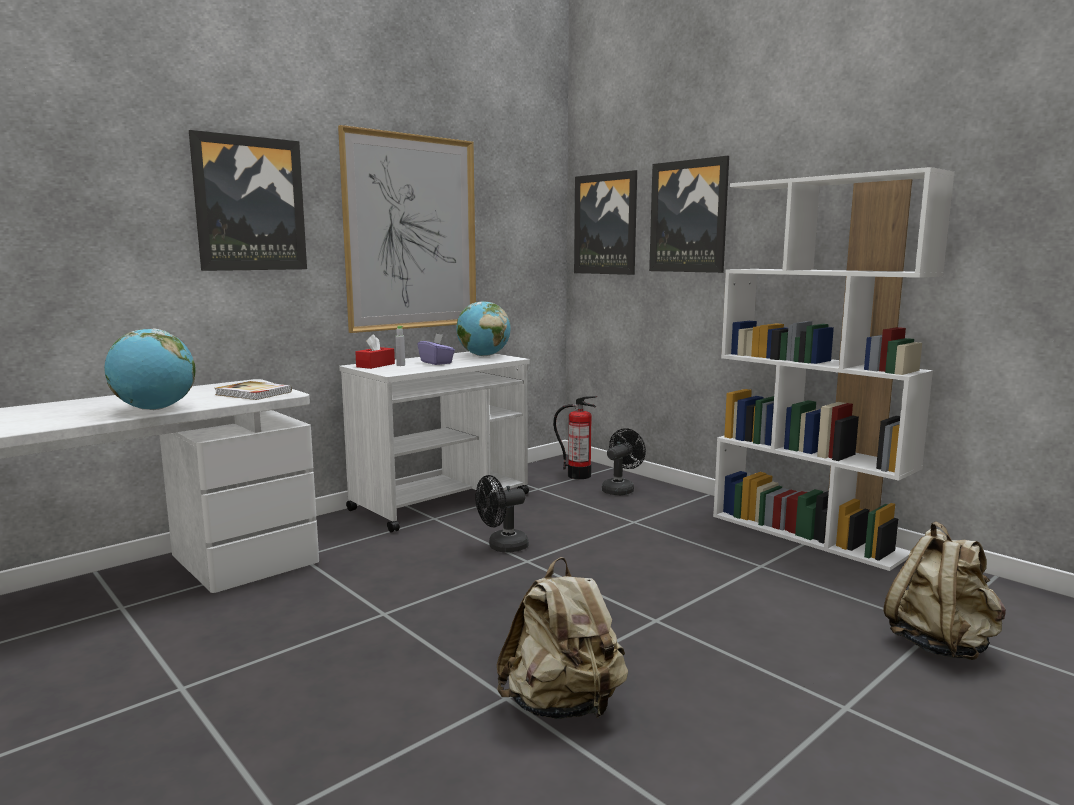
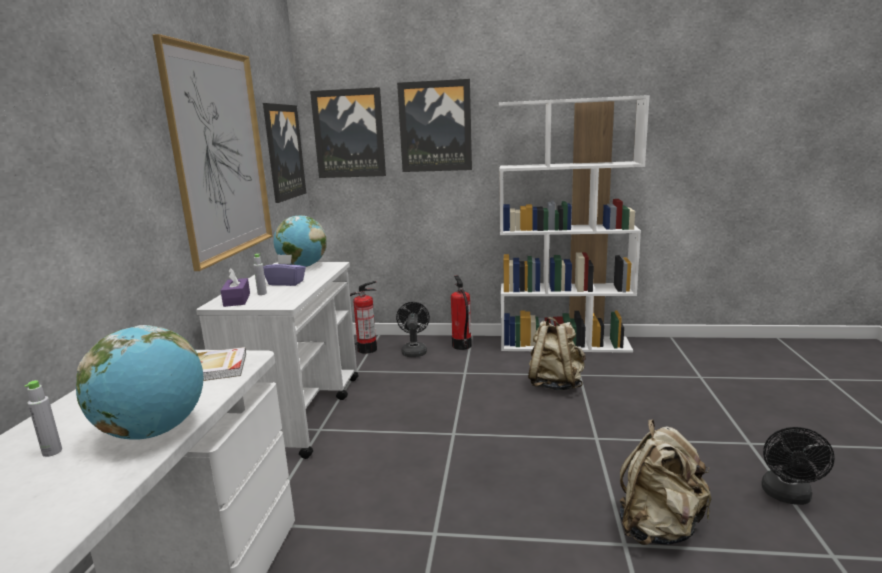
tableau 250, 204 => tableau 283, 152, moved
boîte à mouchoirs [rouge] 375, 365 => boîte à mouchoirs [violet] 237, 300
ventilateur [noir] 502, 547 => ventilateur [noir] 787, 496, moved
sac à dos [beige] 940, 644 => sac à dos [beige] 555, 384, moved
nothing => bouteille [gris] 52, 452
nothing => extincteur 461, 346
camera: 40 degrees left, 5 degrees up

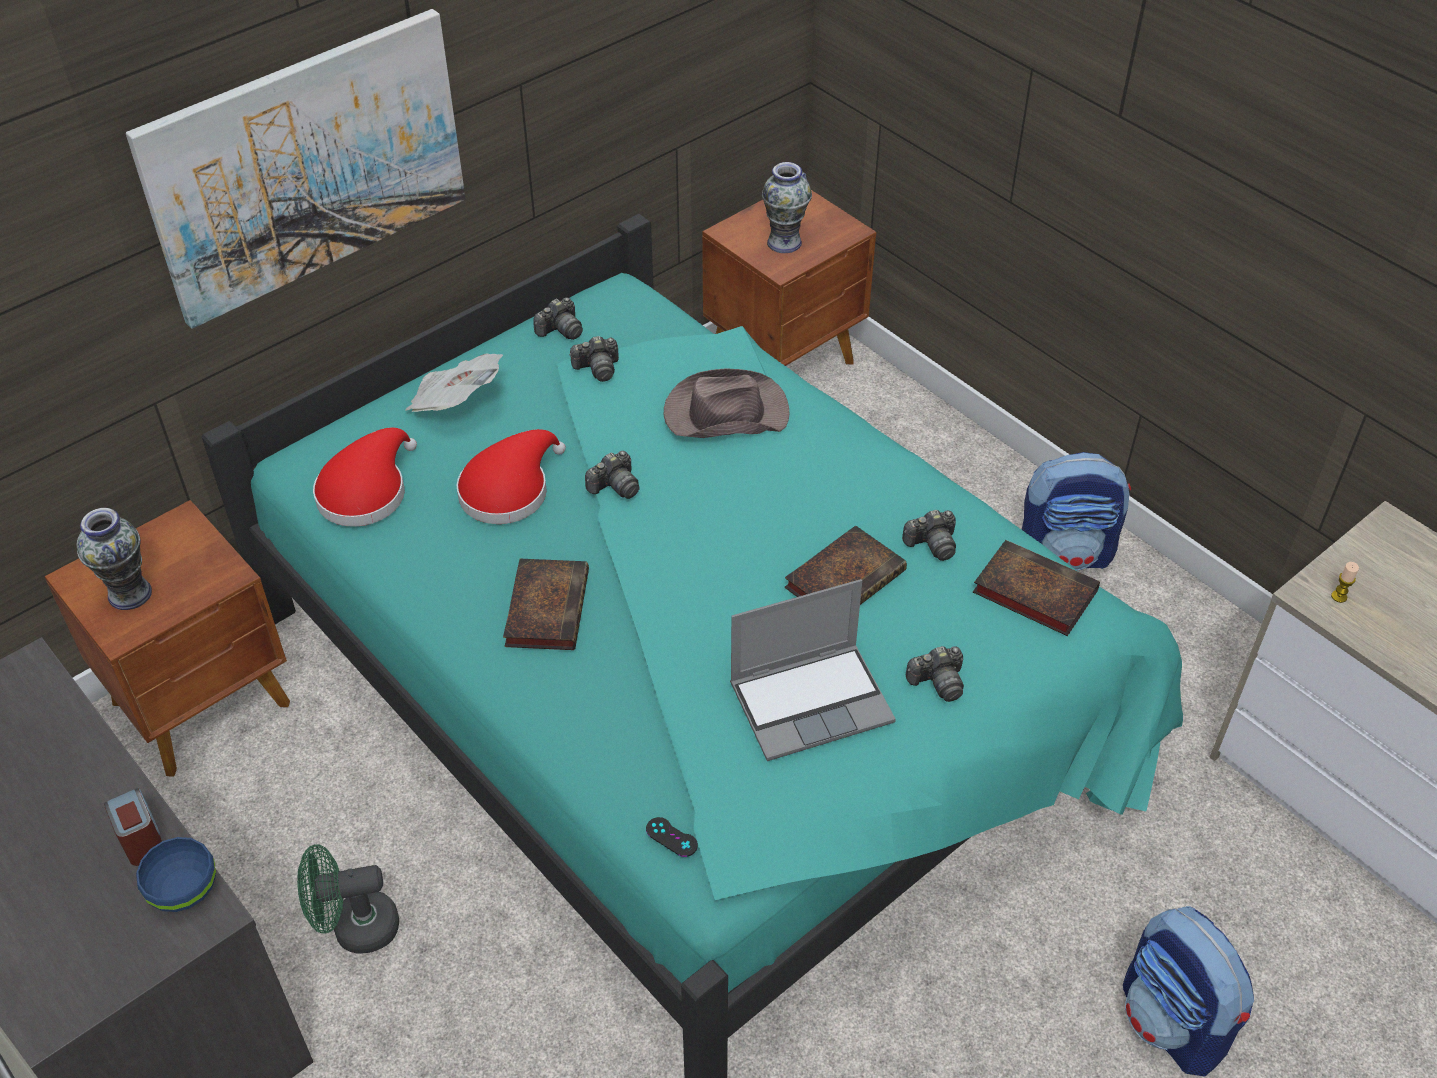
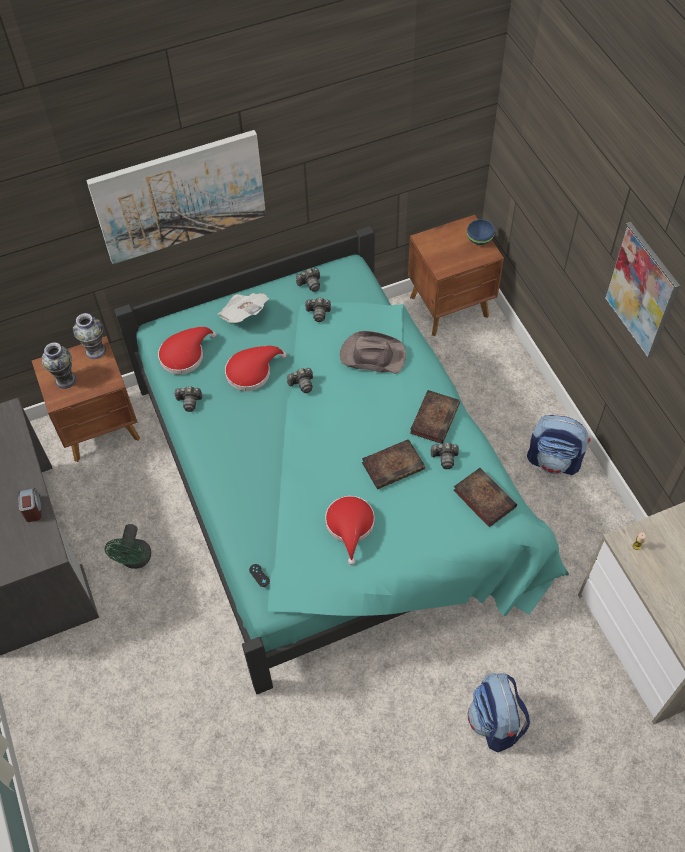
bol [bleu] 185, 889 => bol [bleu] 480, 239, moved
ventilateur [vert] 355, 928 => ventilateur [vert] 135, 560, 90 degrees counterclockwise
livre 546, 607 => livre 434, 417, moved
ordinateur portable 812, 701 => chapeau [rouge] 350, 526
vase 784, 242 => vase 95, 350, moved
appareil photo 937, 682 => appareil photo 189, 401, moved
nothing => tableau 641, 291
camera: 20 degrees right, 10 degrees up

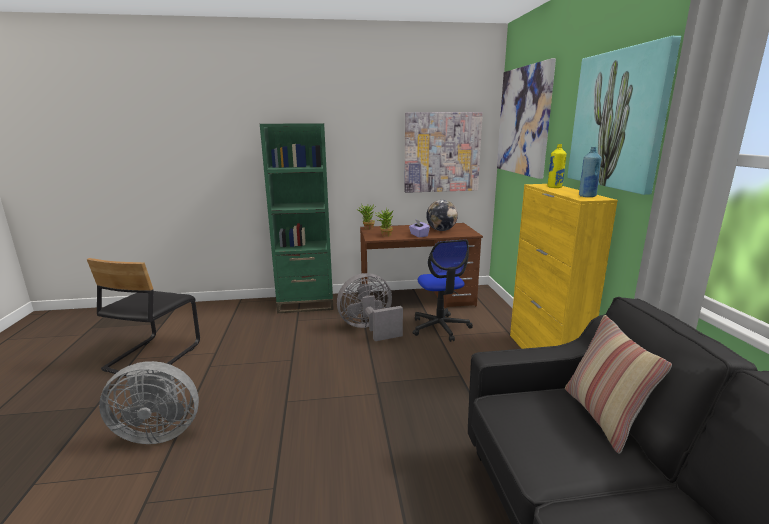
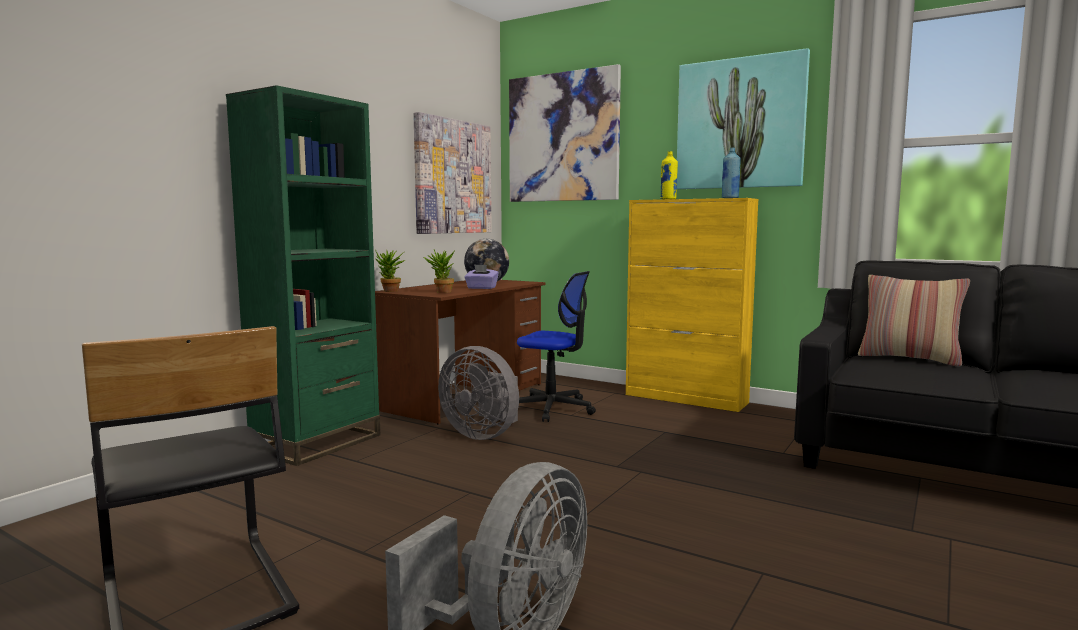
ventilateur [gris] 369, 329 => ventilateur [gris] 483, 434, 75 degrees counterclockwise
camera: 50 degrees left, 10 degrees down

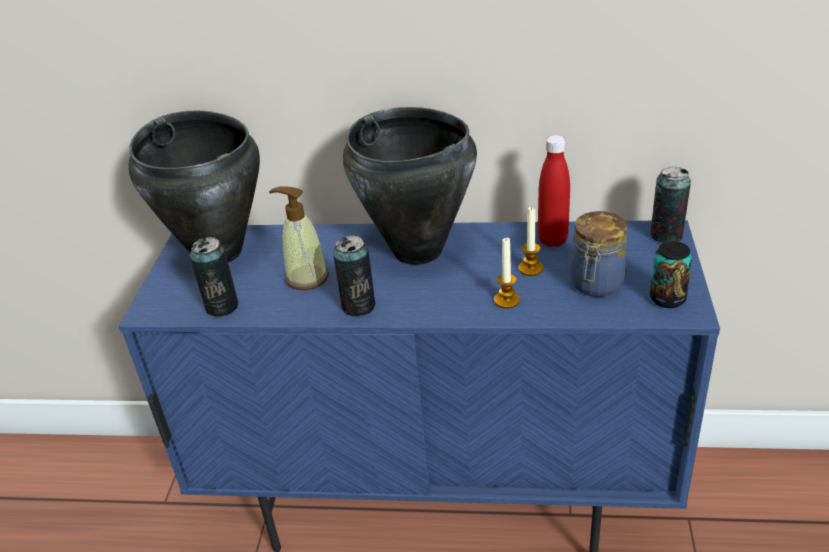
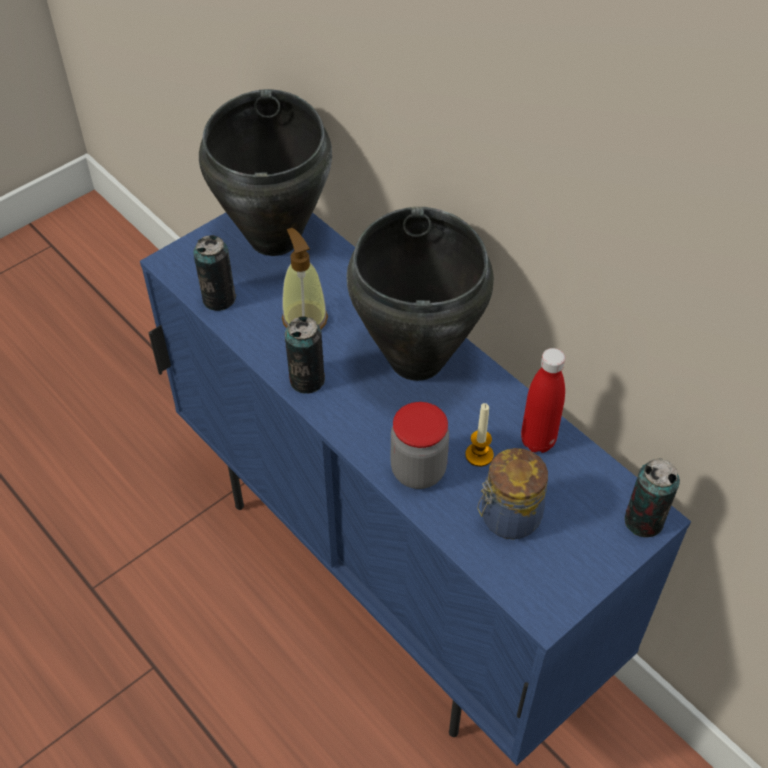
bougie 506, 300 => bocal 418, 470
boîte métallique 667, 299 => nothing
camera: 40 degrees right, 15 degrees up

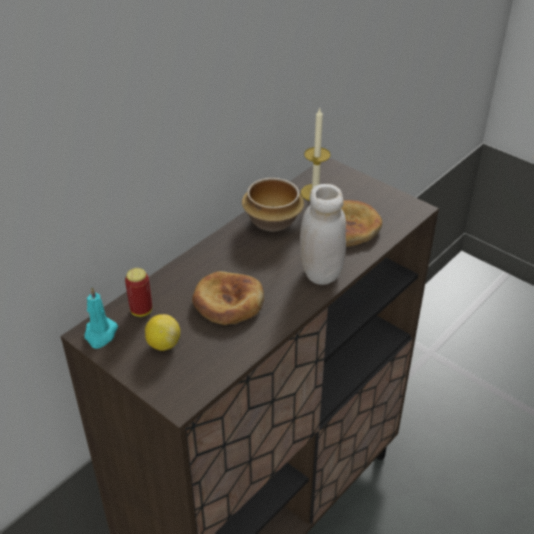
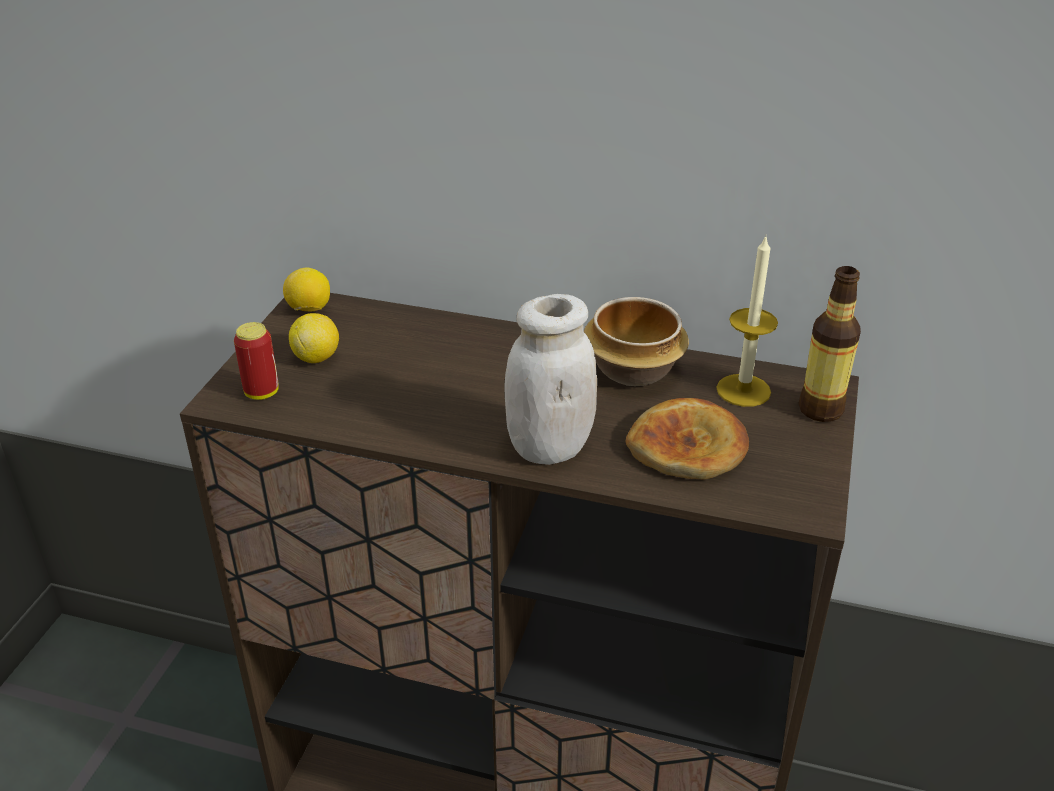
bougie [turquoise] 100, 334 => citron 309, 310
boîte métallique 141, 310 => boîte métallique 262, 392, moved
pain 228, 302 => nothing
nothing => bouteille 820, 409
camera: 65 degrees right, 5 degrees down

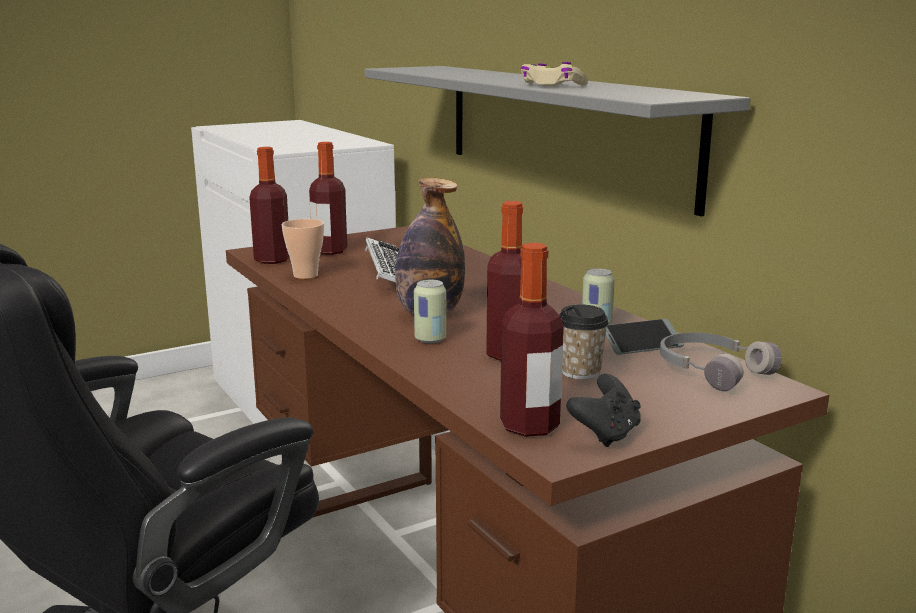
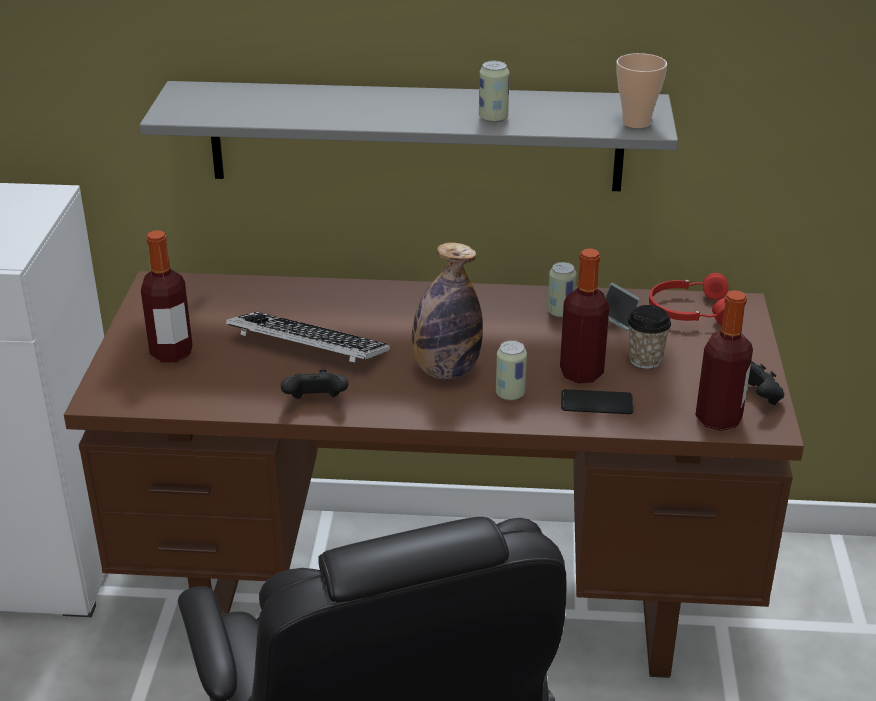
bouteille 272, 260 => nothing
tasse 305, 275 => tasse 636, 123, moved
manette [beige] 551, 85 => boîte métallique 493, 118
casque audio [gris] 711, 370 => casque audio [rouge] 690, 311
nothing => manette [noir] 316, 402
nothing => téléphone 596, 403
camera: 55 degrees left, 15 degrees up

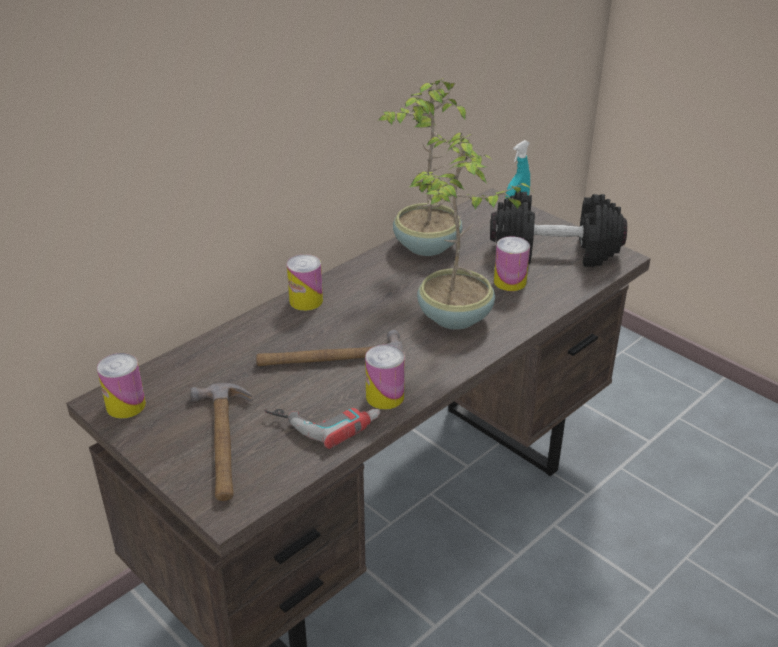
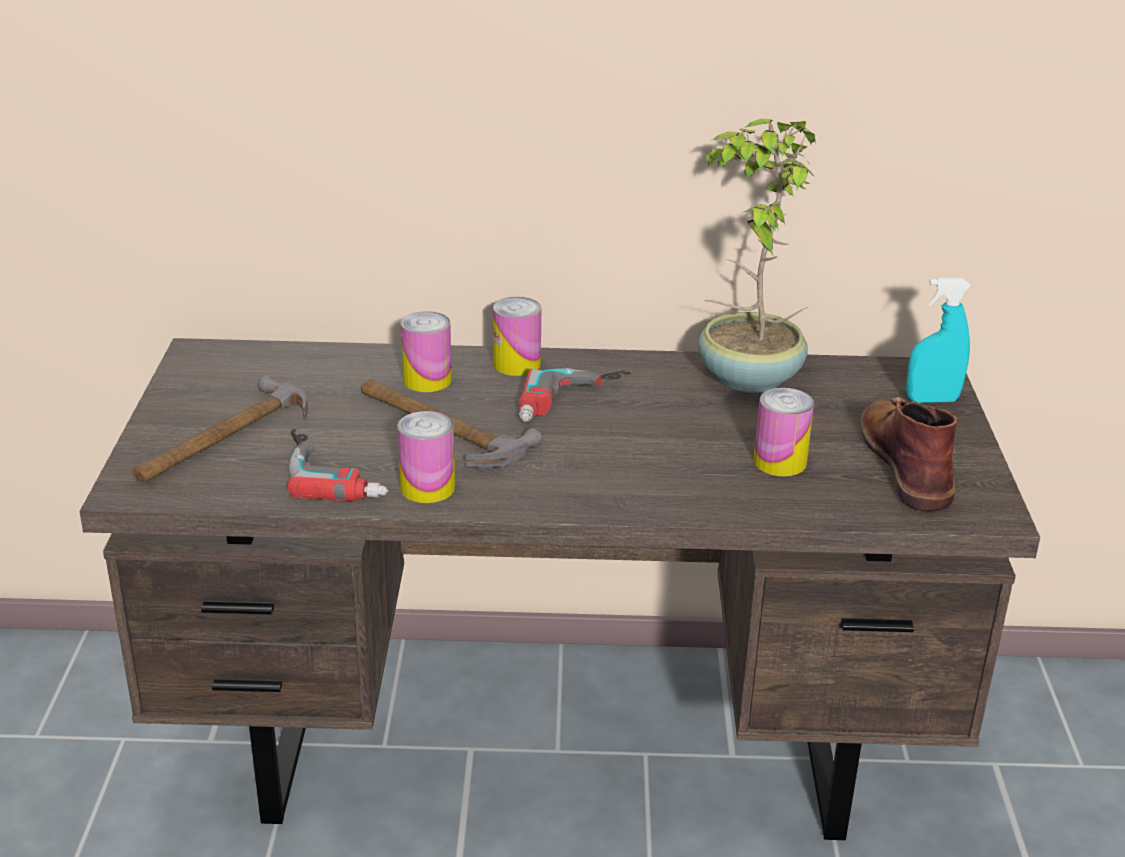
boîte métallique 126, 405 => boîte métallique 427, 380, moved
plante en pot 455, 318 => nothing
haltère [noir] 554, 251 => botte [marron] 906, 461
nothing => perceuse 574, 404
camera: 45 degrees right, 5 degrees down

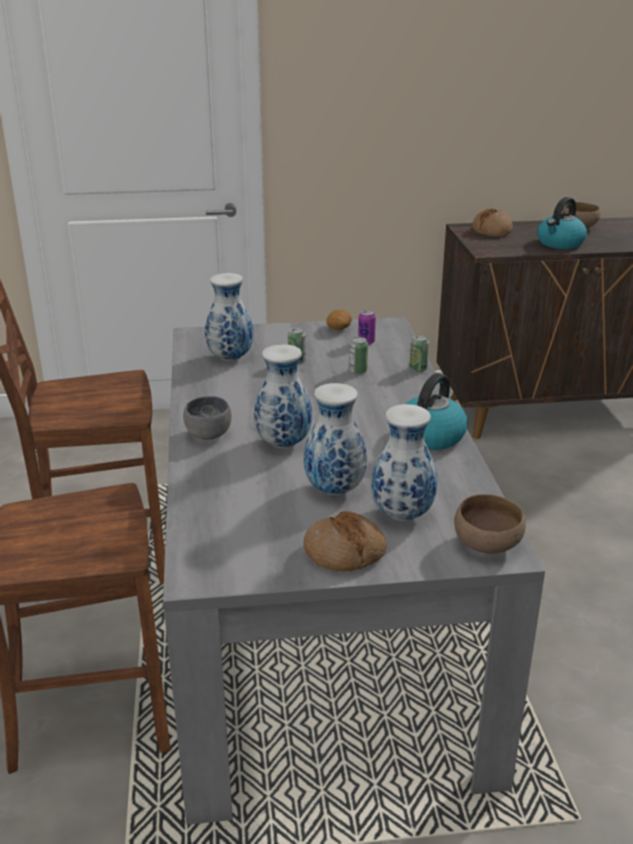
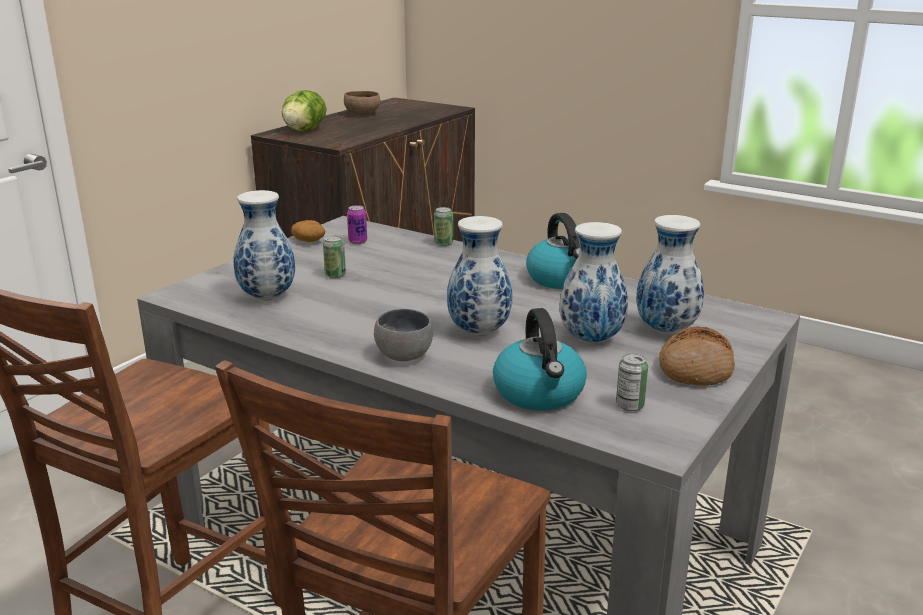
boîte métallique 358, 371 => boîte métallique 630, 406, moved
bol [marron] 488, 545 => nothing
pain 492, 231 => laitue 304, 131
bouilloire 560, 243 => bouilloire 539, 393, moved
camera: 50 degrees left, 5 degrees down

